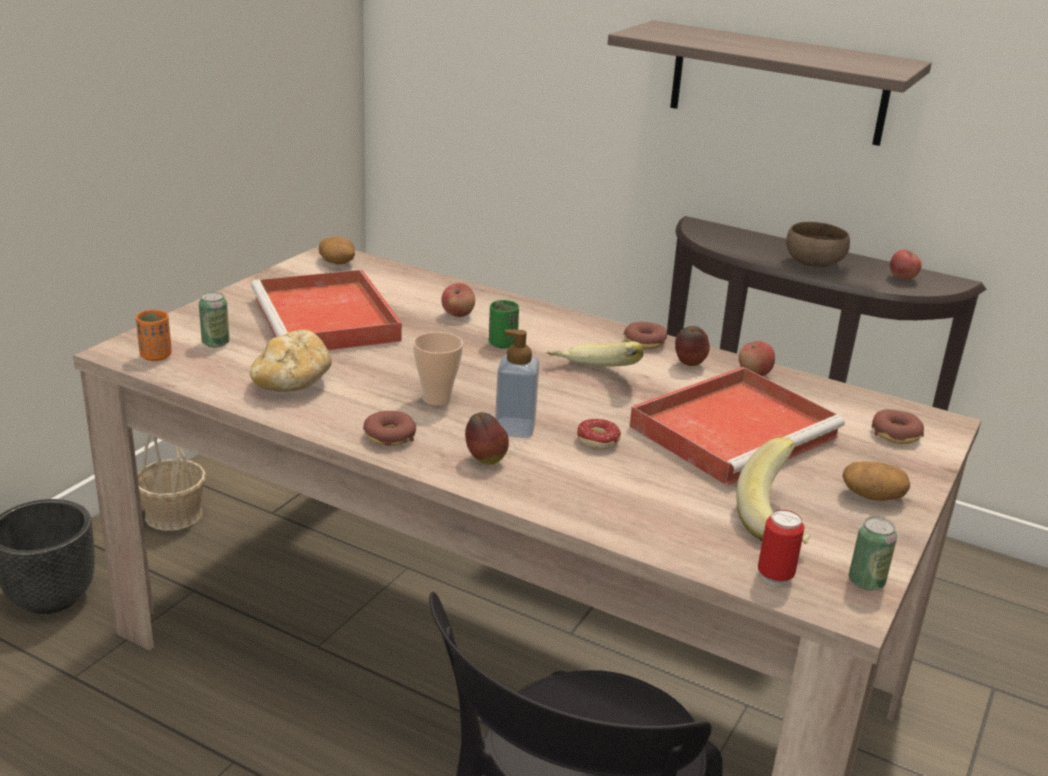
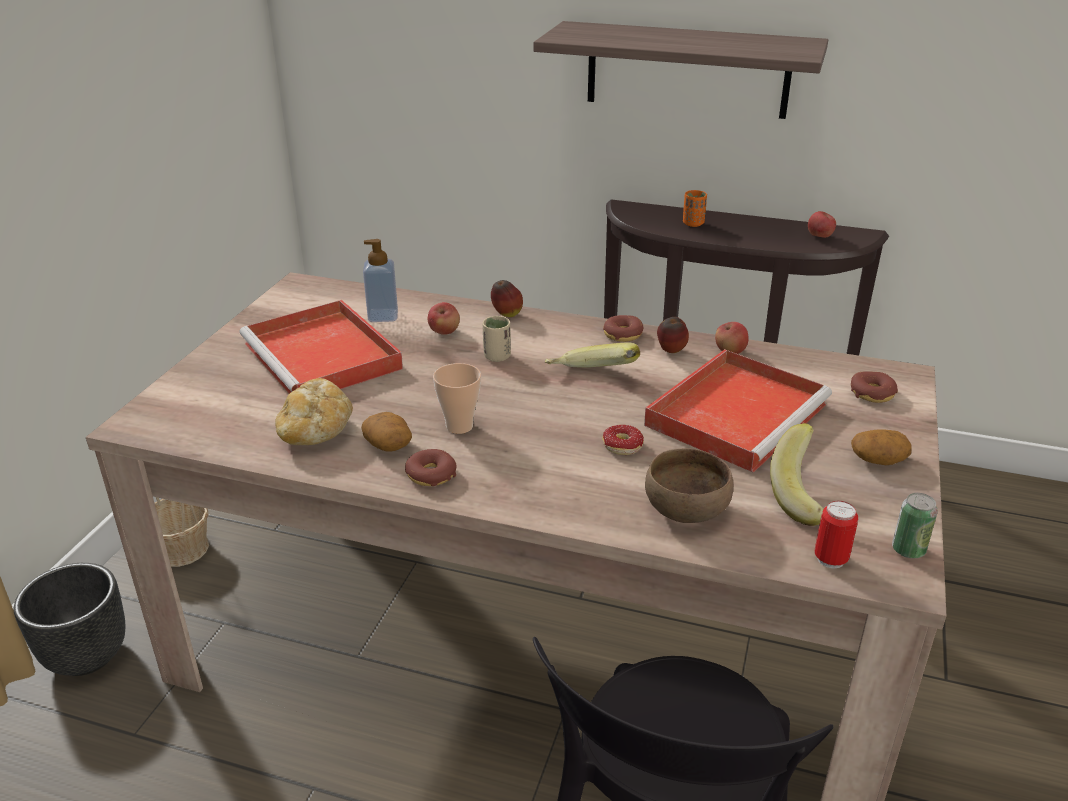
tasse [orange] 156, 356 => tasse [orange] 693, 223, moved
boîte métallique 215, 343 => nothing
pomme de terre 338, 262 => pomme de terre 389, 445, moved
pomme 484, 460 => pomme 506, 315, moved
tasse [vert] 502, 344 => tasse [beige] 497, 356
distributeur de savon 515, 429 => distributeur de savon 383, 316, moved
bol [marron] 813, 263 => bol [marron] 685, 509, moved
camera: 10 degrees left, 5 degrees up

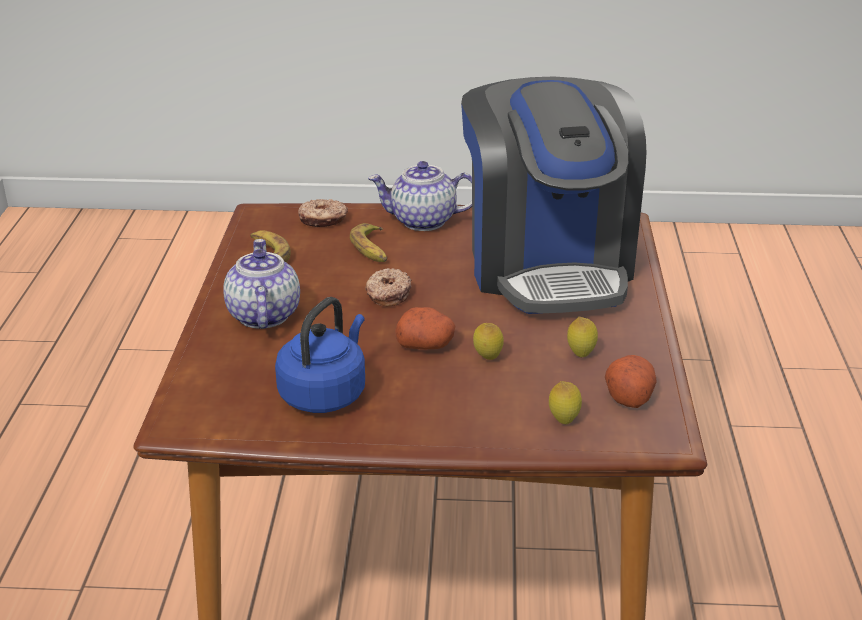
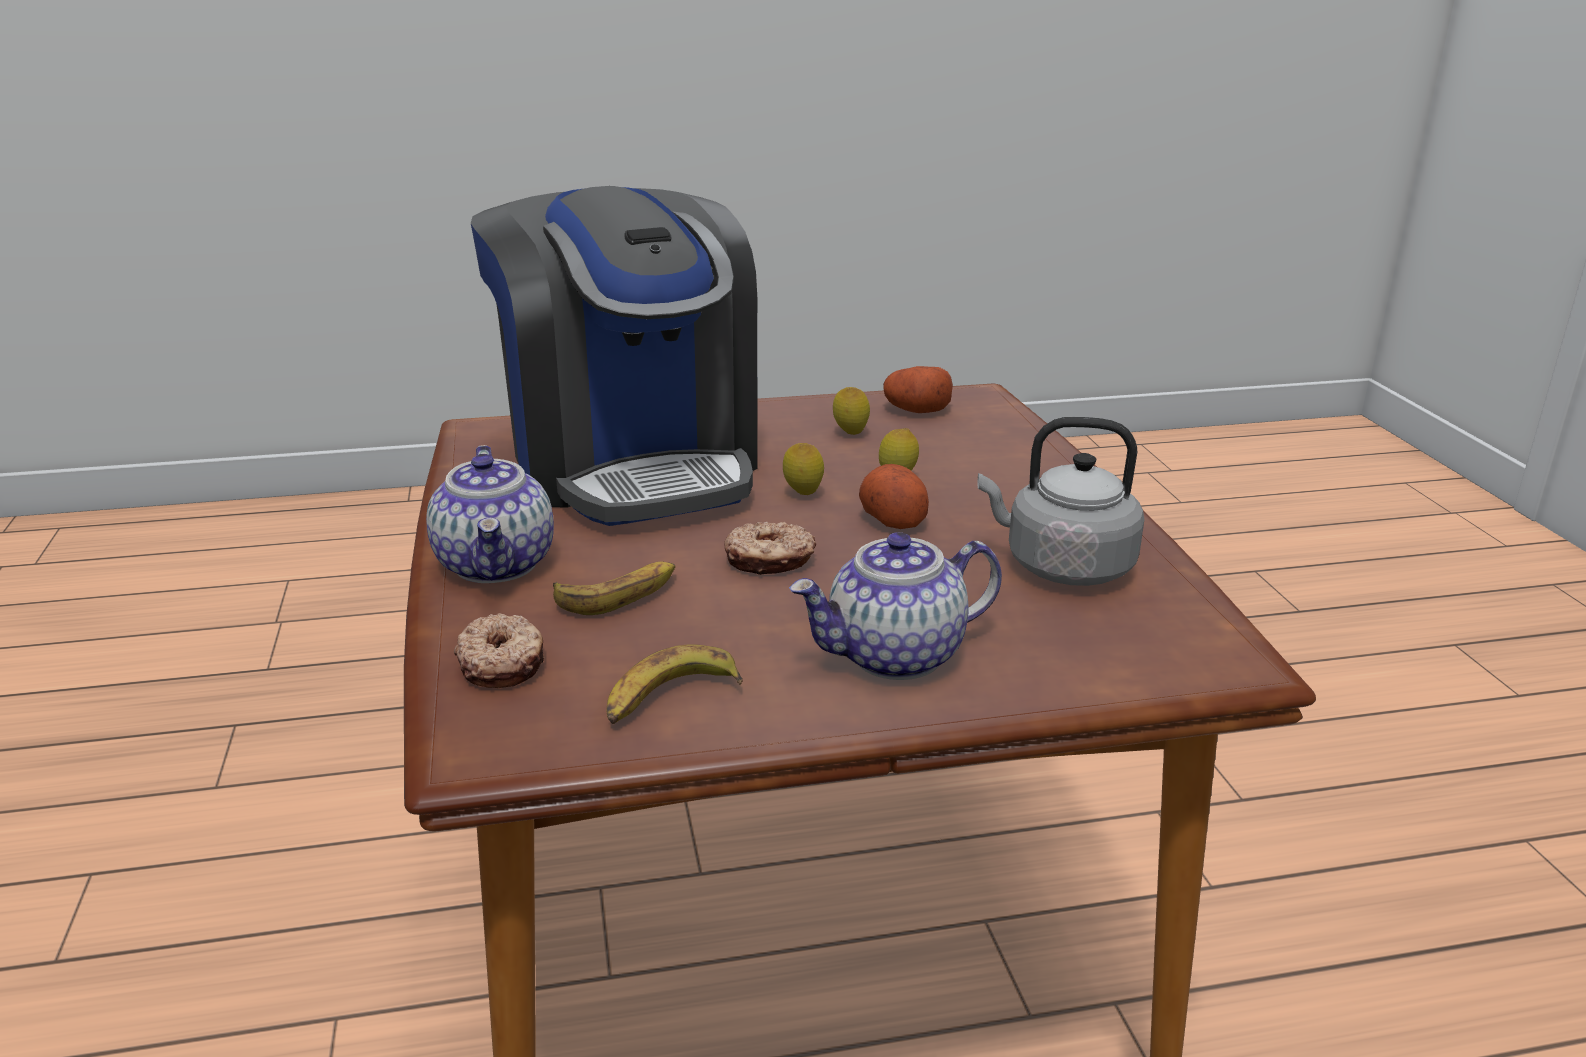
bouilloire [bleu] 325, 393 => bouilloire [gris] 1062, 567
machine à café 548, 265 => machine à café 631, 463, 90 degrees clockwise
citron 563, 420 => citron 803, 494, moved
camera: 105 degrees left, 5 degrees down

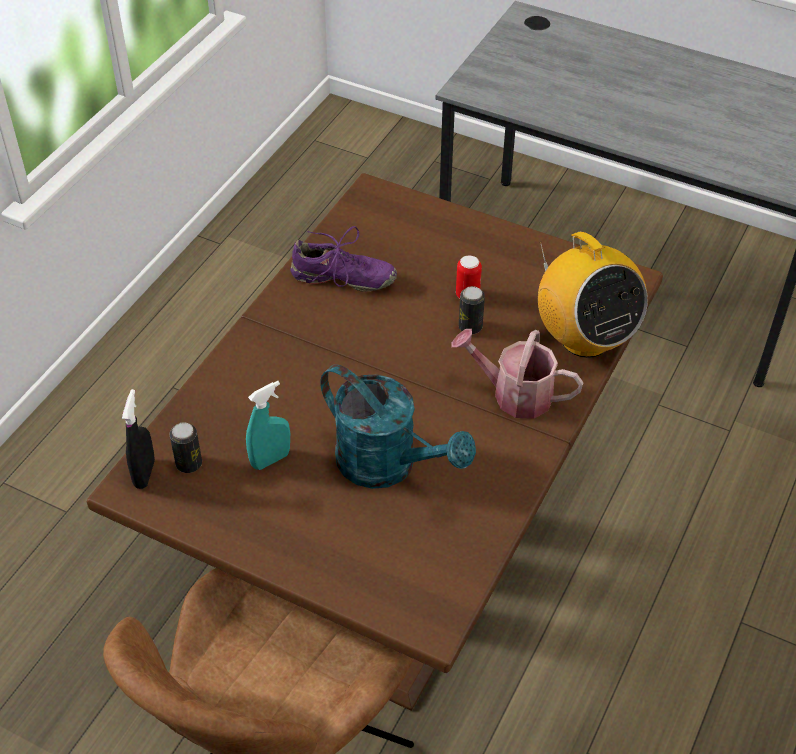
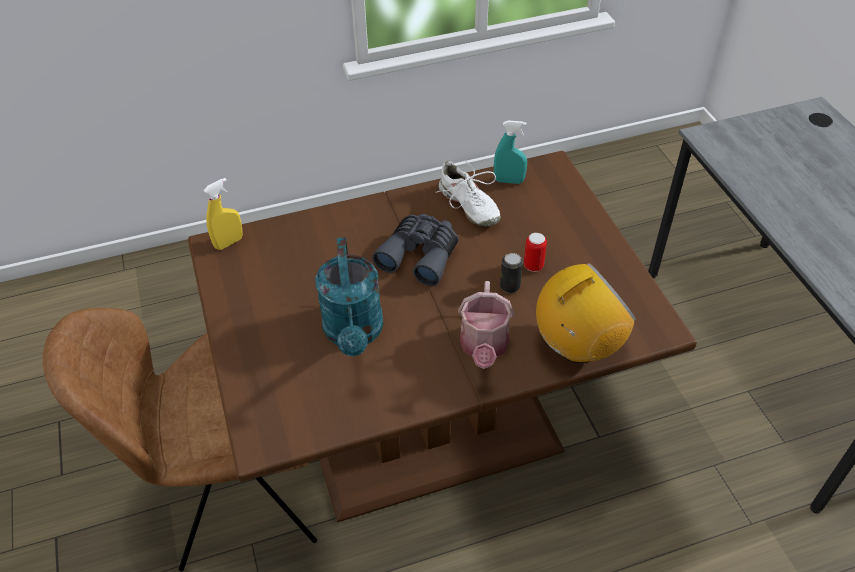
vaporisateur [noir] 144, 473 => vaporisateur [jaune] 229, 243
boîte métallique 189, 464 => nothing
vaporisateur [turquoise] 270, 459 => vaporisateur [turquoise] 509, 181, moved
chaussure [violet] 343, 279 => chaussure [blanc] 468, 206
arrosoir 514, 394 => arrosoir 484, 347, 150 degrees counterclockwise
radio 584, 338 => radio 578, 346, 135 degrees counterclockwise
nothing => jumelles [gris] 420, 255
camera: 45 degrees right, 0 degrees up

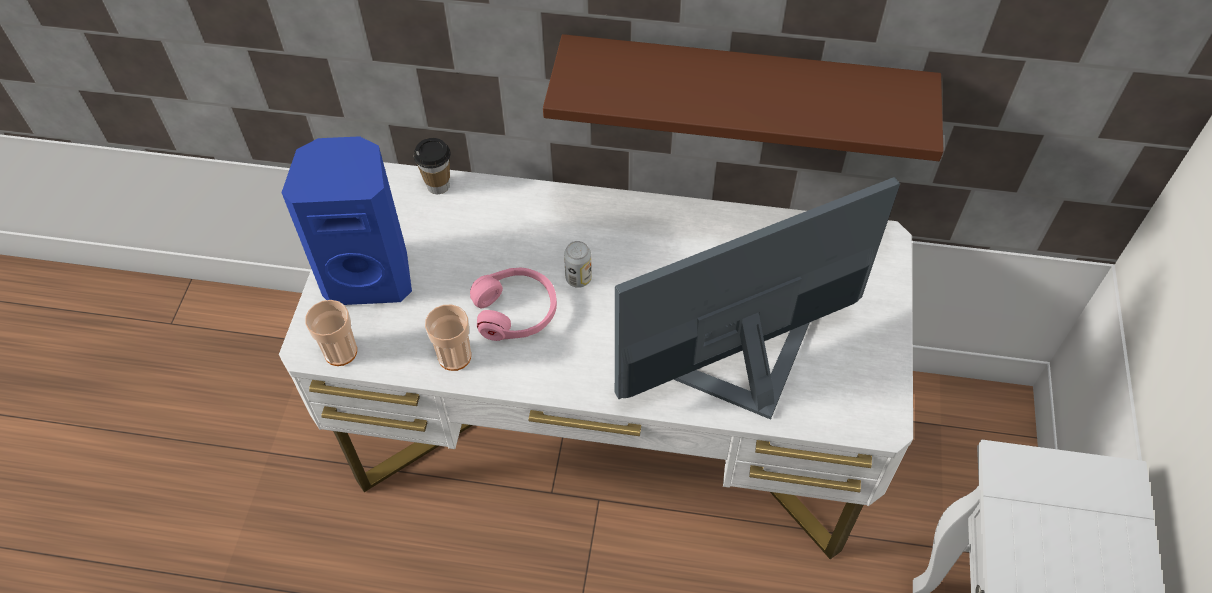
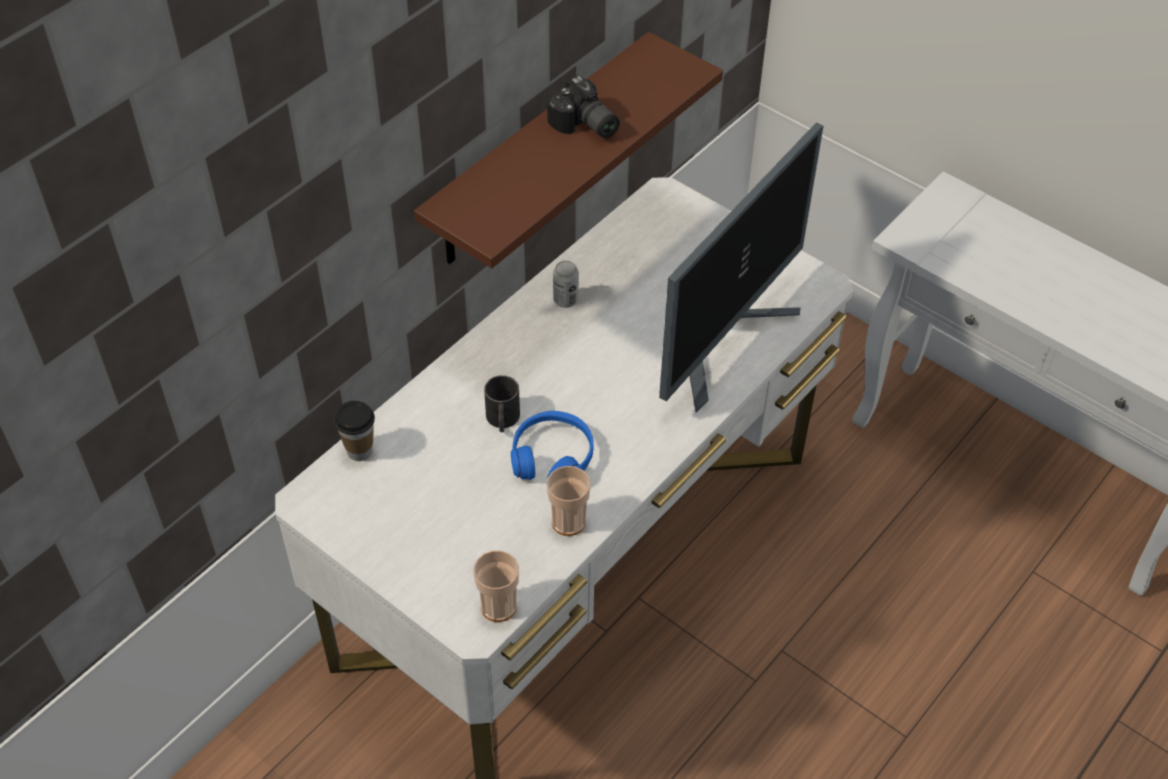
enceinte [bleu] 370, 275 => nothing
casque audio [rose] 515, 311 => casque audio [bleu] 552, 457
boîte métallique 578, 278 => boîte métallique 565, 300, moved
écran d'ordinateur 742, 371 => écran d'ordinateur 723, 339, 150 degrees counterclockwise
nothing => mug [noir] 502, 420
nothing => appareil photo 584, 126
camera: 60 degrees left, 5 degrees down

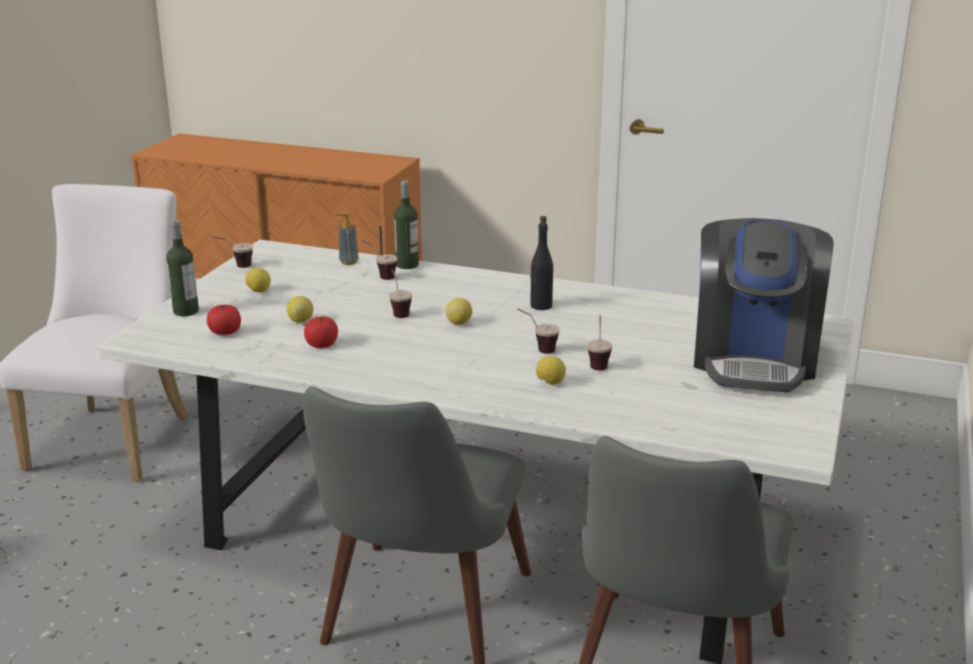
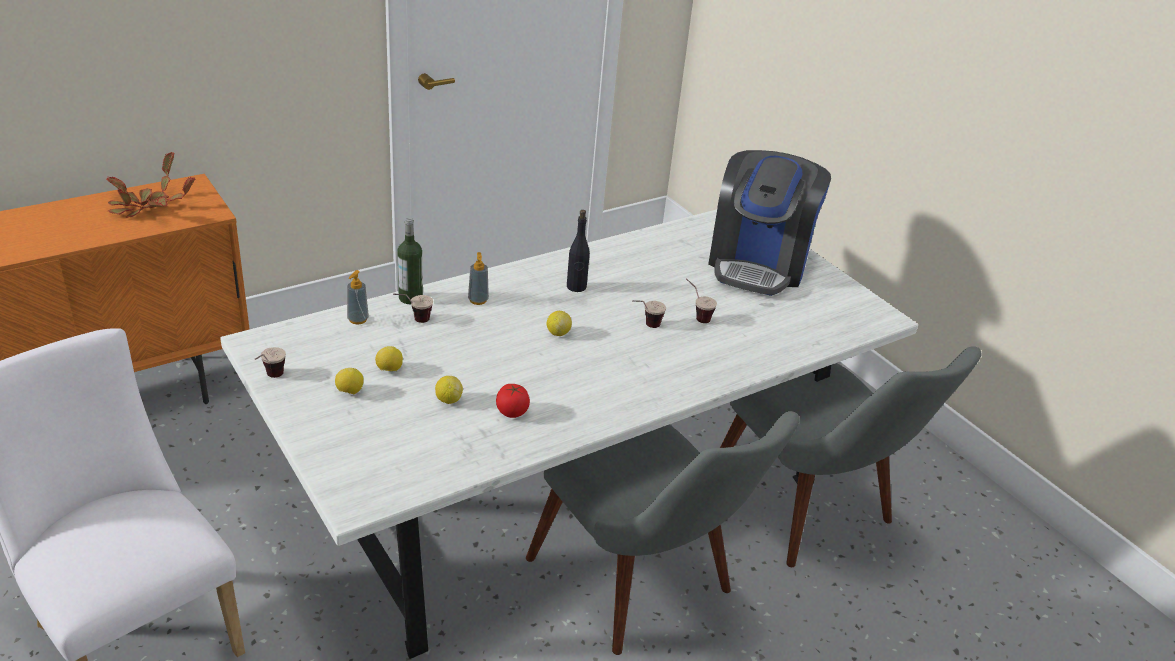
bouteille 186, 311 => nothing
tomate 225, 332 => nothing
tasse 398, 311 => nothing
citron 550, 383 => citron 389, 370, moved
machine à café 754, 359 => machine à café 758, 264, 60 degrees clockwise
nothing => plante en pot 146, 207
nothing => distributeur de savon 478, 300
camera: 55 degrees left, 10 degrees up

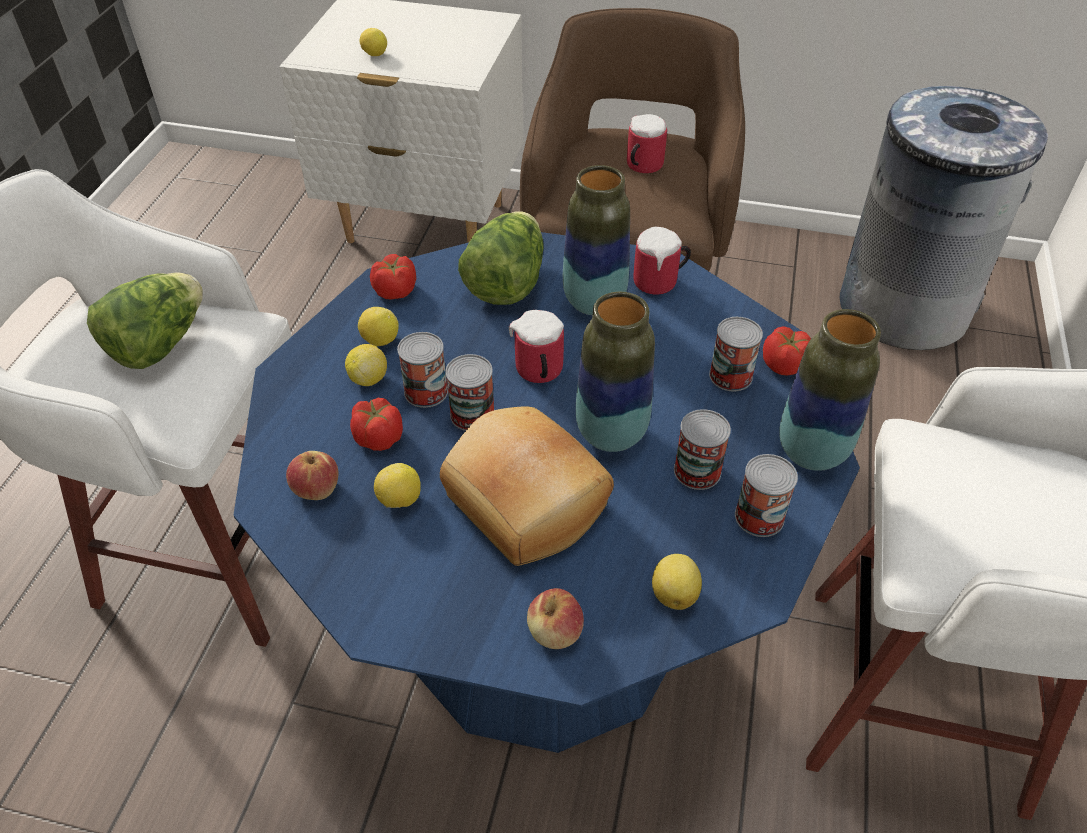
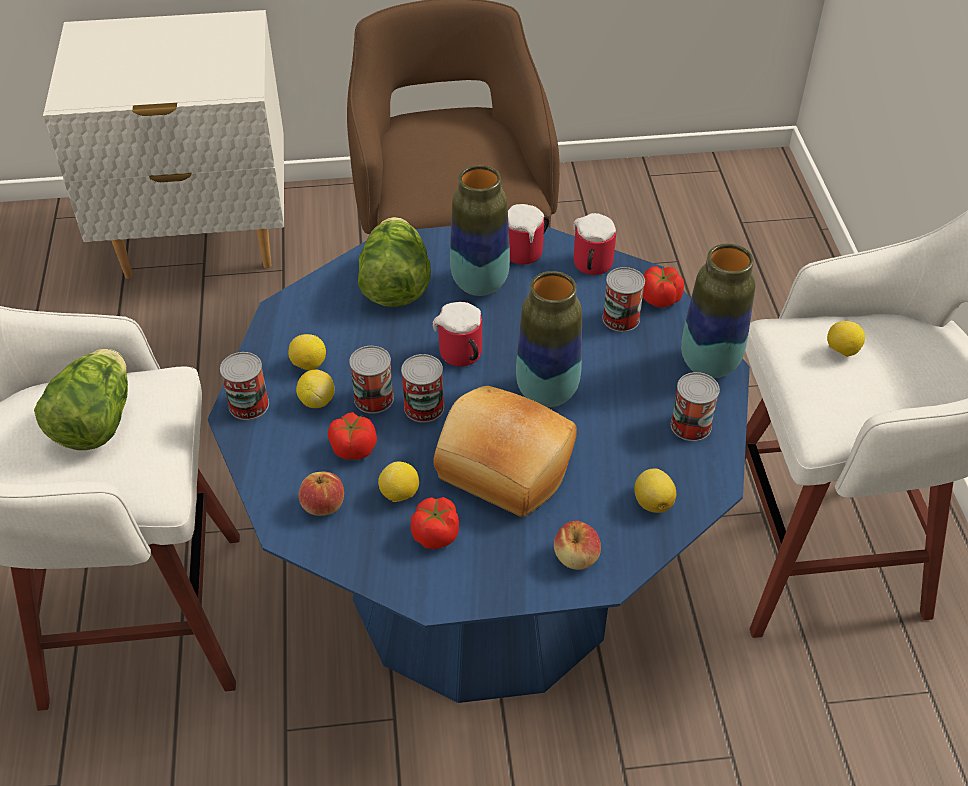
citron 374, 54 => citron 841, 351, moved
tomate 396, 291 => tomate 436, 534, moved
mug 640, 166 => mug 590, 266, moved
boîte métallique 697, 471 => boîte métallique 249, 405, moved
poubelle [gris] 902, 307 => nothing
camera: 20 degrees left, 0 degrees up

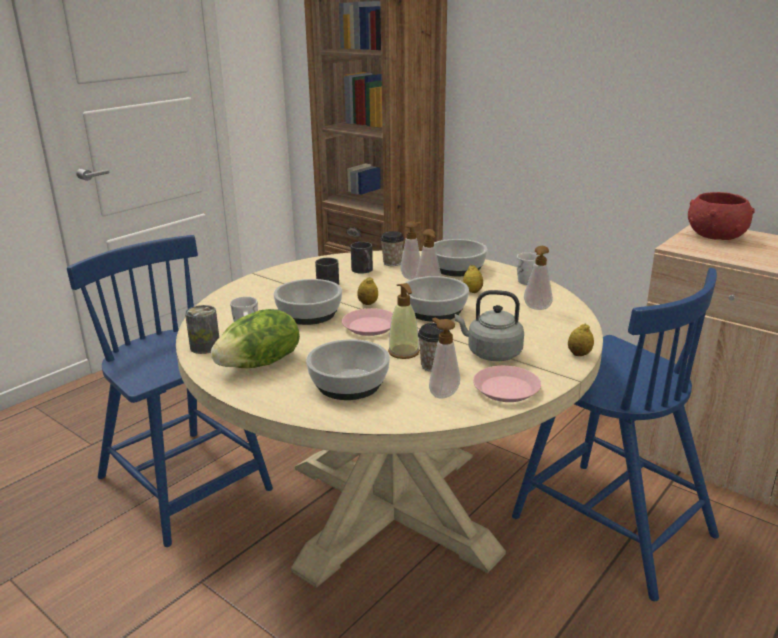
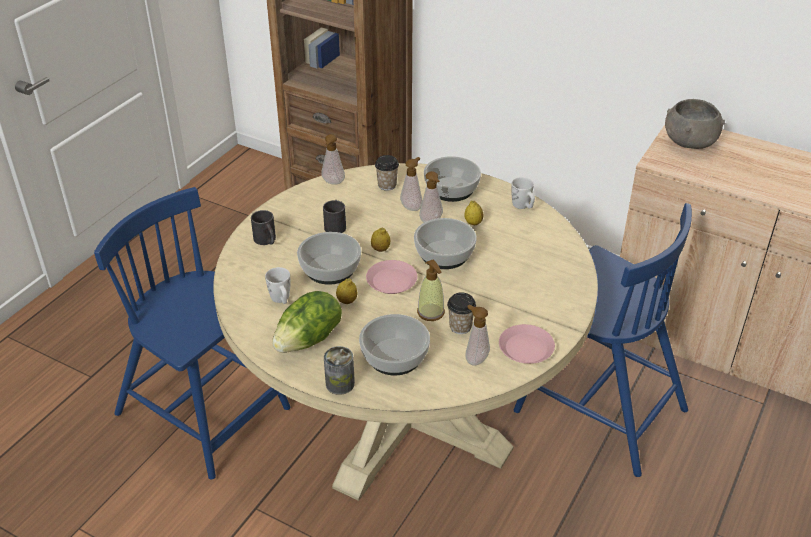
boîte métallique 205, 347 => boîte métallique 340, 383, moved
mug [noir] 363, 271 => mug [noir] 266, 240, moved
bouilloire [gris] 491, 353 => nothing
distributeur de savon 536, 308 => distributeur de savon 333, 183, moved
citron 579, 354 => citron 347, 301, moved
bol [rouge] 715, 236 => bol [gris] 689, 141
camera: 10 degrees left, 15 degrees up

